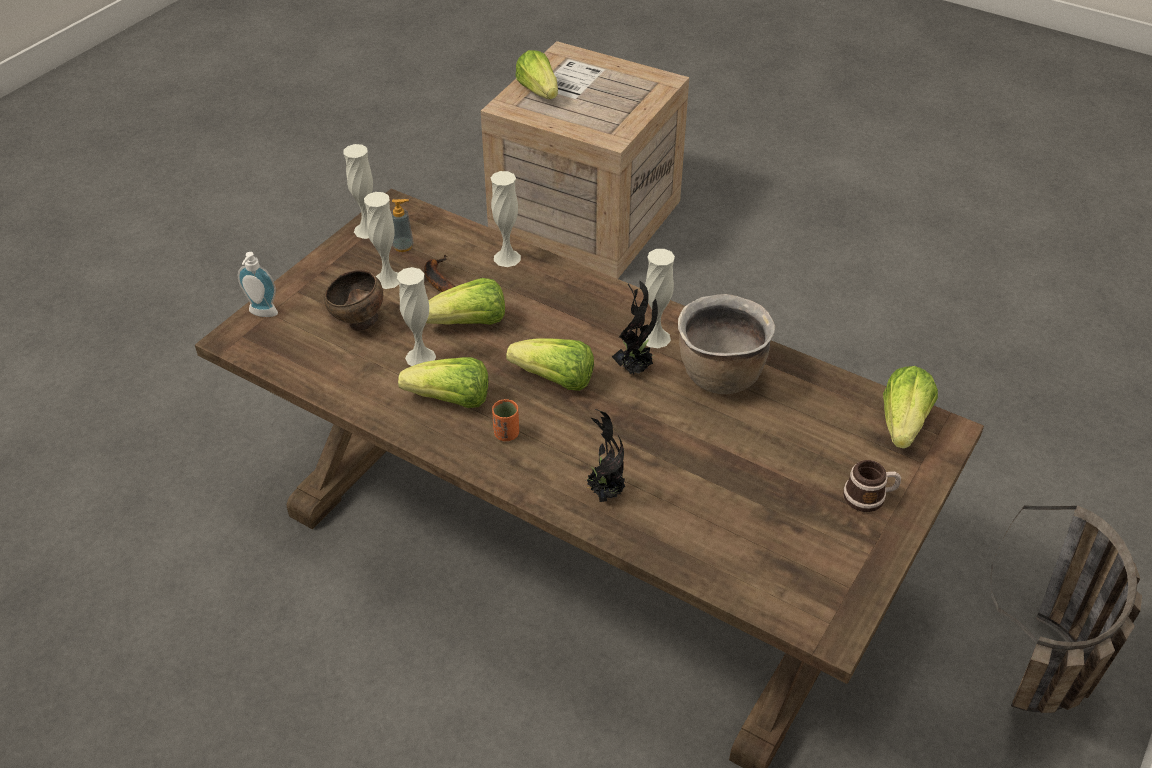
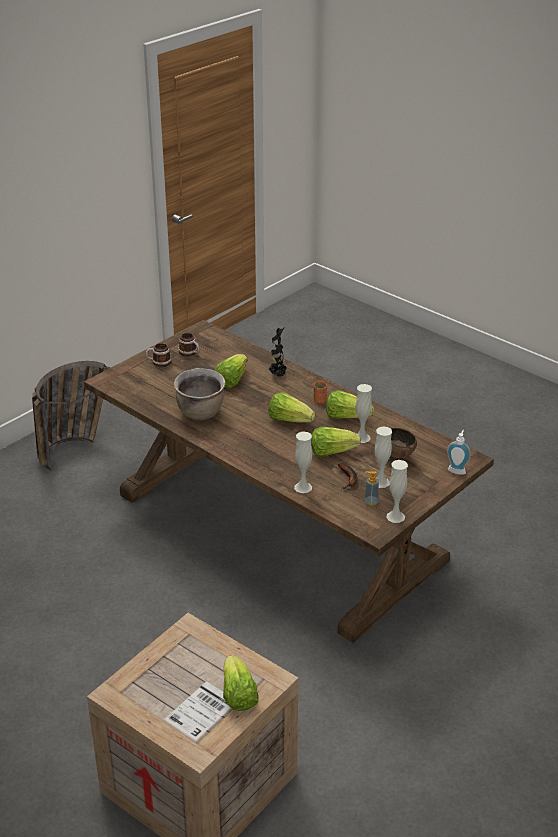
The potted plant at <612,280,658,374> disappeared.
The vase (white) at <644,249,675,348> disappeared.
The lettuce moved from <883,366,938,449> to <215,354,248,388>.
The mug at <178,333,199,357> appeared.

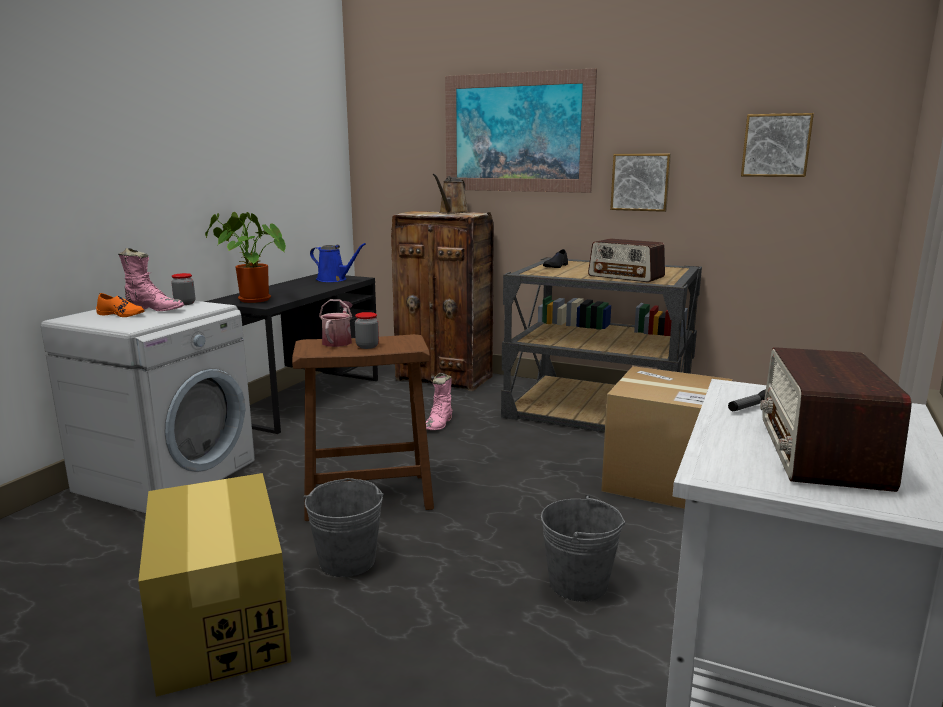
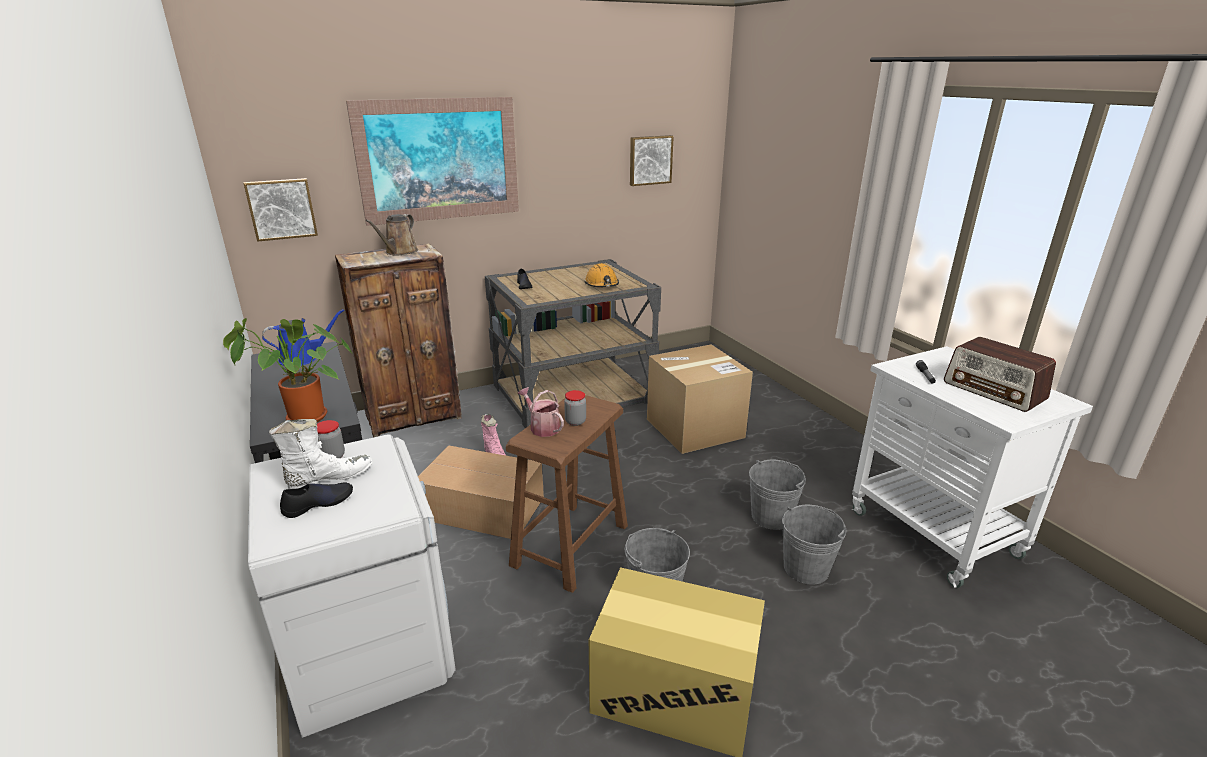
The shoe (orange) at <96,293,144,317> became the shoe (black) at <280,482,353,518>.
The boot (pink) at <118,248,184,311> became the boot (white) at <269,419,373,489>.
The watering can (brown) at <433,174,469,214> turned 45 degrees clockwise.
The radio at <588,239,665,282> was replaced by the hard hat (orange) at <584,263,619,287>.
The picture moved from <610,154,671,212> to <243,178,318,242>.
The cardboard box at <418,445,544,539> appeared.
The bucket (grey) at <782,505,847,585> appeared.

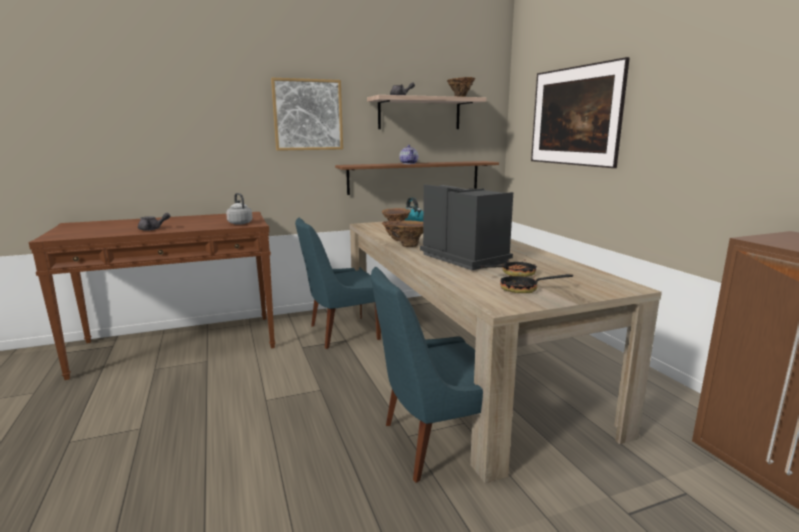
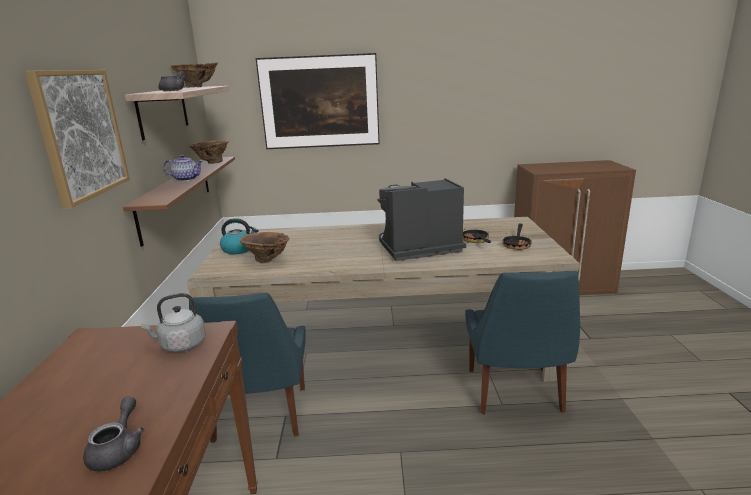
The vase (brown) moved from <382,220,423,247> to <189,140,229,164>.

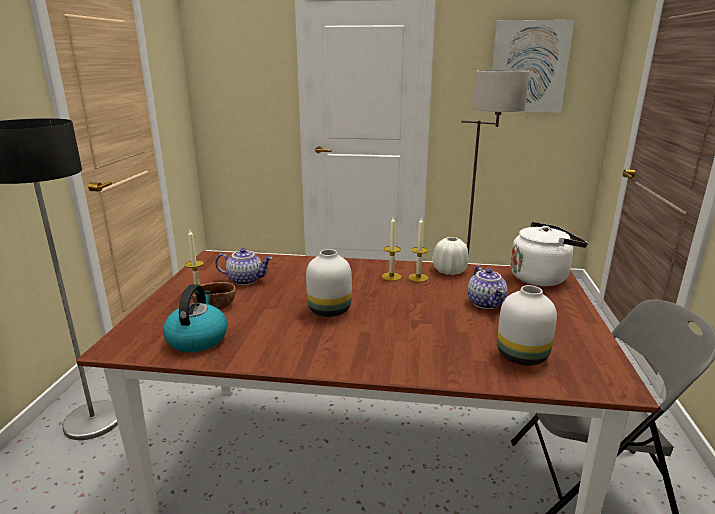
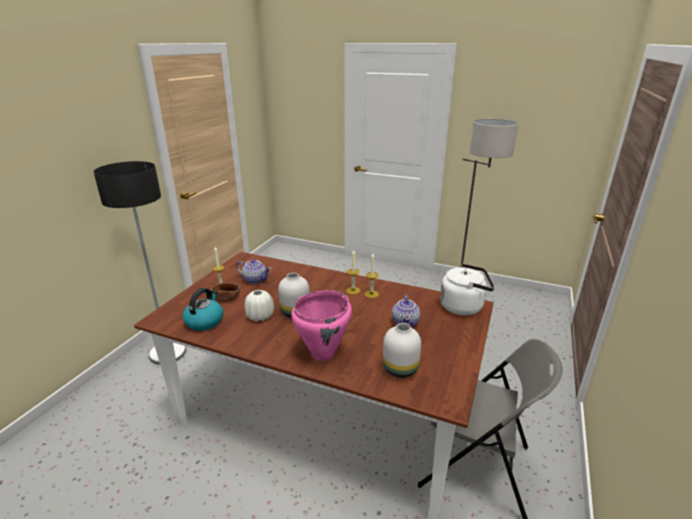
The vase (white) moved from <432,237,469,275> to <245,290,274,321>.
The picture at <489,20,574,113> disappeared.
The cooking pot (pink) at <291,290,352,361> appeared.

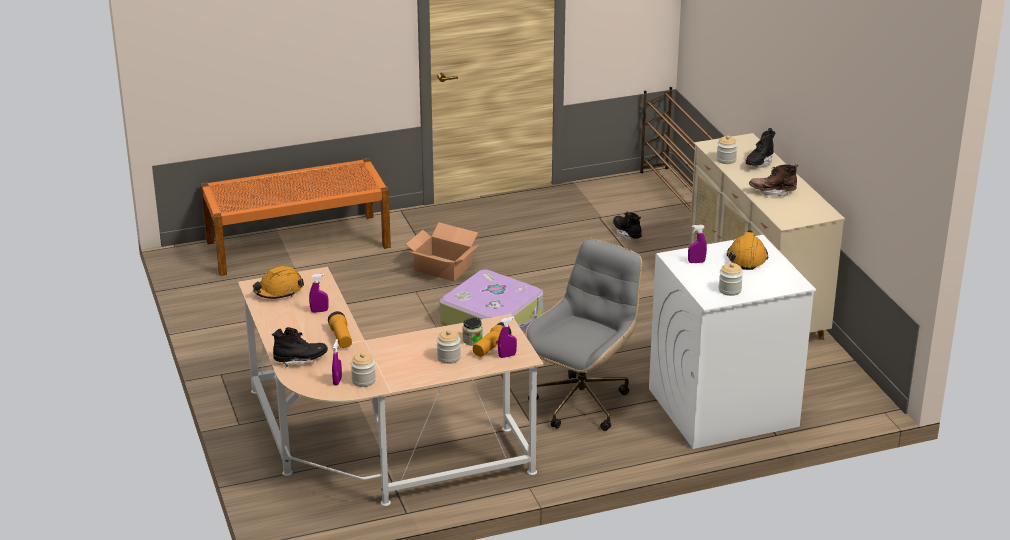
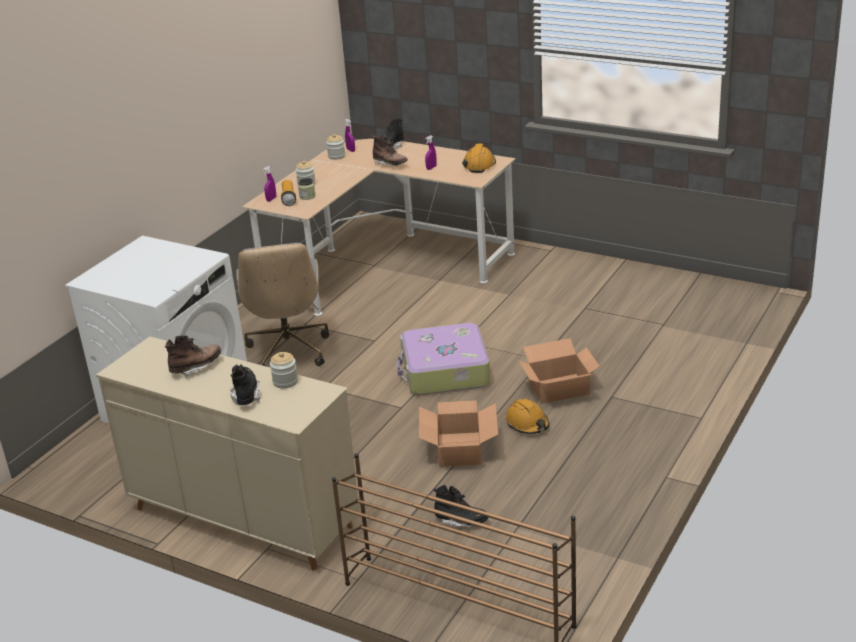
The bench (orange) at <201,158,391,276> disappeared.
The flashlight at <328,311,352,348> was replaced by the boot (brown) at <372,135,408,166>.
The spray bottle (purple) at <688,225,707,263> disappeared.
The jar at <719,263,743,296> disappeared.
The hard hat (orange) moved from <727,230,768,270> to <506,399,549,434>.
The cardboard box at <419,400,498,467> appeared.

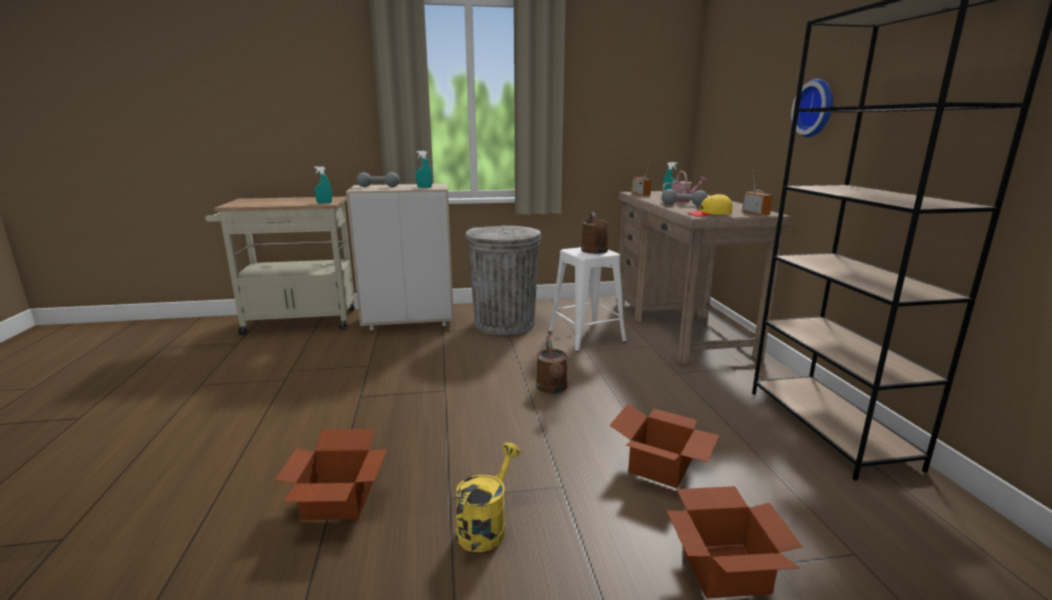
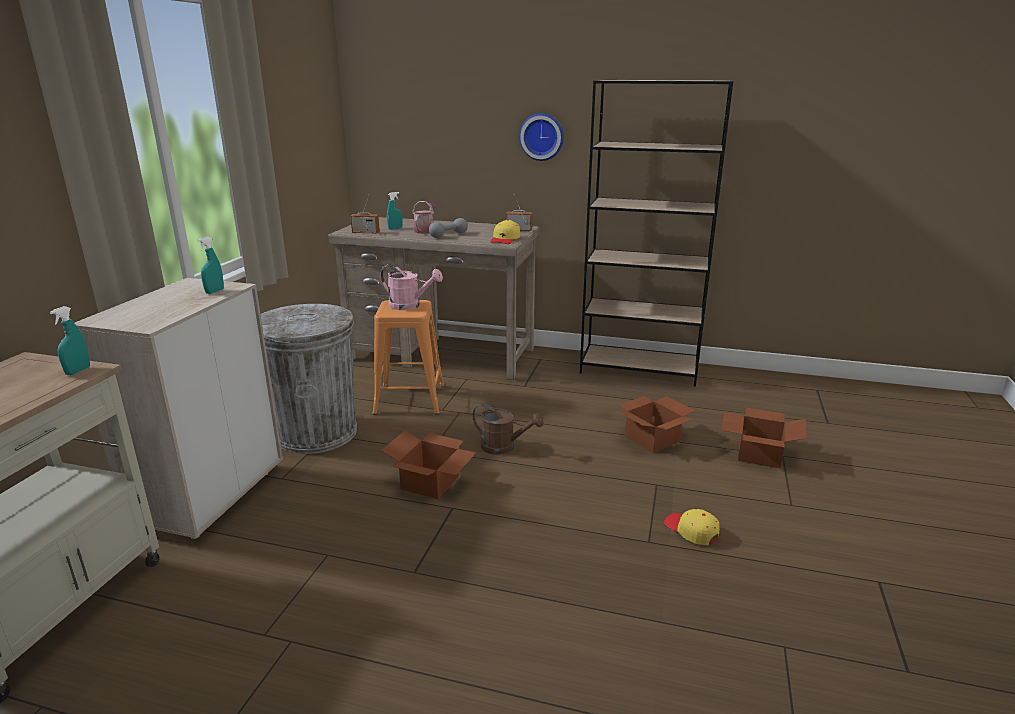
The cardboard box moved from <275,429,387,520> to <381,430,476,499>.
The dumbbell (grey) at <357,172,400,187> disappeared.
The watering can (yellow) at <456,443,521,552> was replaced by the cap (yellow) at <664,509,719,545>.
The stool (white) at <548,247,627,352> became the stool (orange) at <373,300,445,415>.
The watering can (brown) at <581,212,608,254> became the watering can (pink) at <381,264,443,310>.

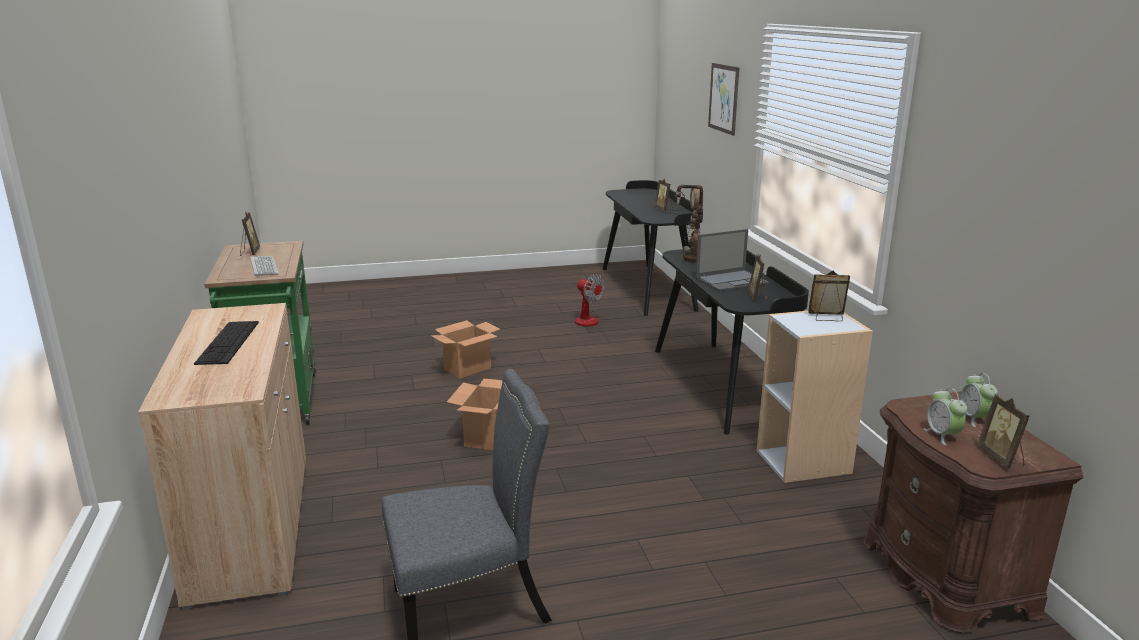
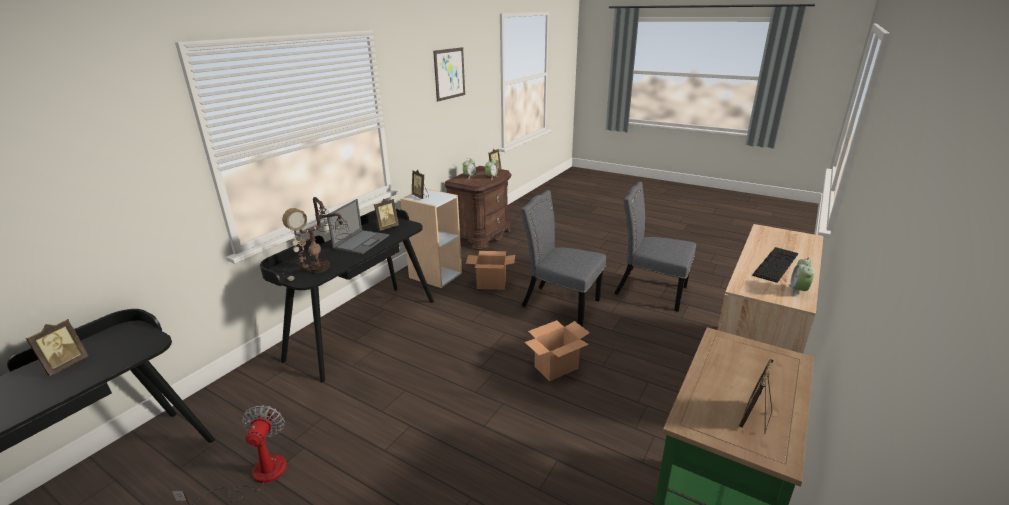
The keyboard at <250,256,279,276> disappeared.
The cardboard box moved from <431,320,500,379> to <466,251,515,290>.
The laptop at <695,229,769,291> turned 90 degrees clockwise.
The picture moved from <708,63,739,136> to <433,47,465,102>.
The chair (grey) at <521,190,606,326> appeared.
The alarm clock at <789,258,815,296> appeared.

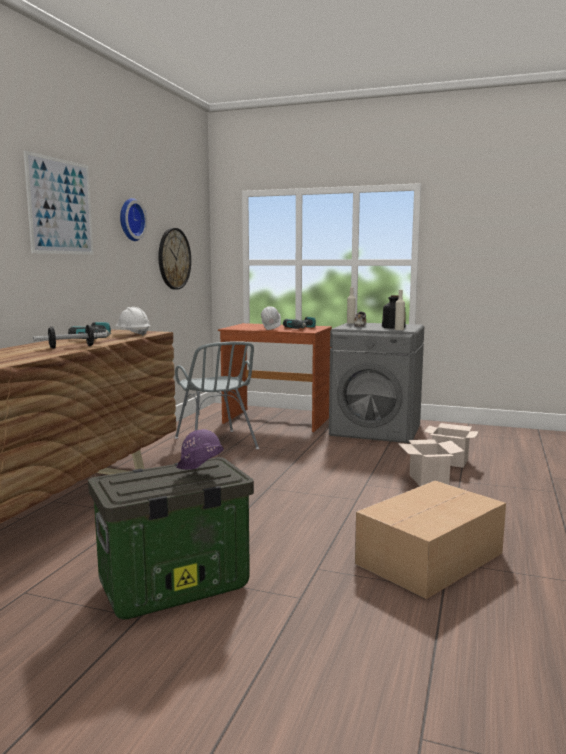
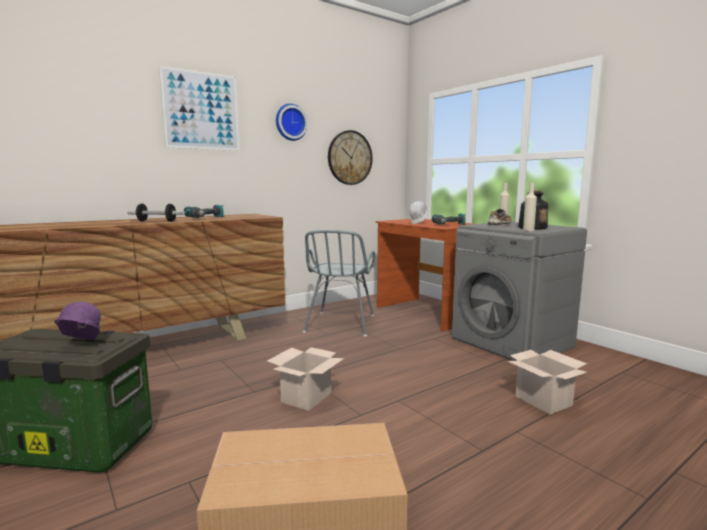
The hard hat (white) at <115,307,150,336> disappeared.
The cardboard box moved from <398,439,464,486> to <267,347,344,411>.

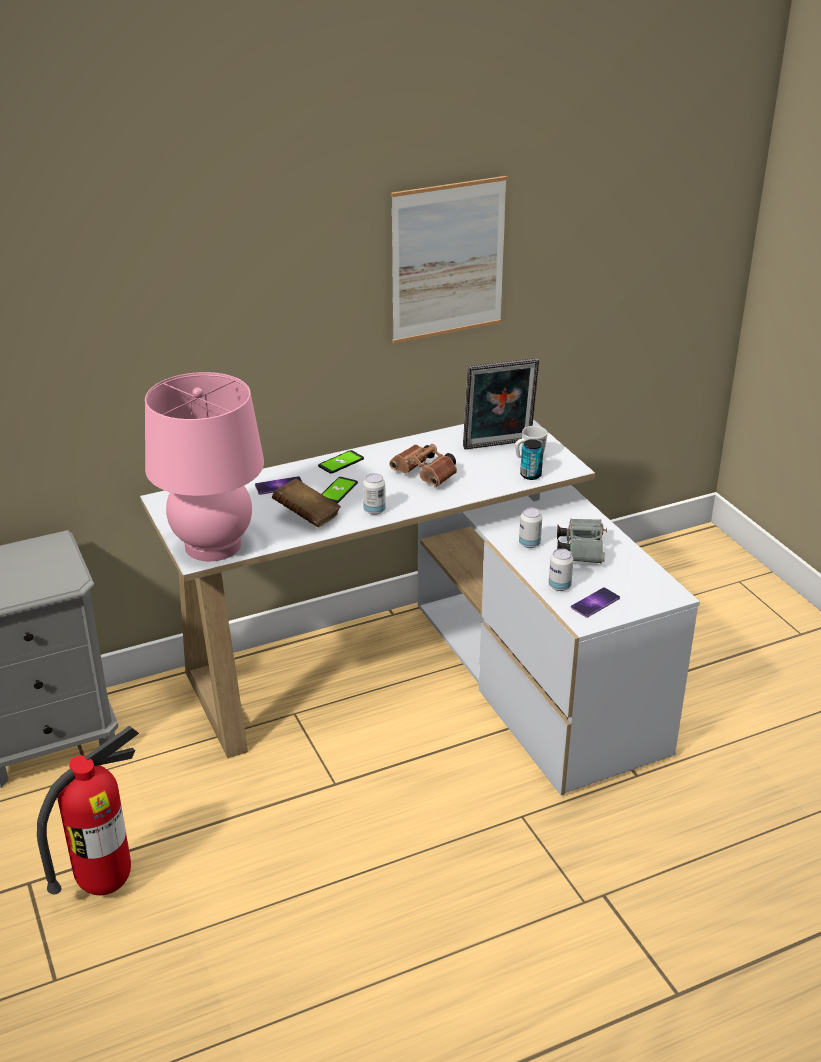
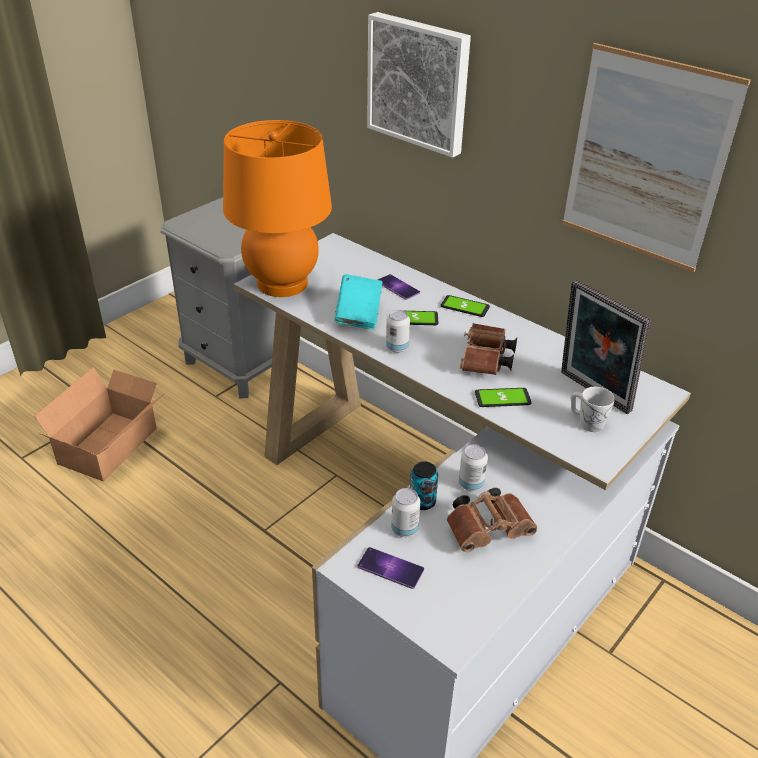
The fire extinguisher at <37,726,139,895> was replaced by the cardboard box at <35,367,164,481>.
The table lamp (pink) at <145,372,264,561> became the table lamp (orange) at <223,120,332,297>.
The book (brown) at <272,479,341,527> became the book (turquoise) at <334,274,383,329>.
The can moved from <520,439,543,480> to <410,461,438,510>.
The binoculars (grey) at <557,519,607,563> became the binoculars (brown) at <447,488,537,552>.
The picture at <367,12,471,158> appeared.
The phone at <475,388,532,407> appeared.

